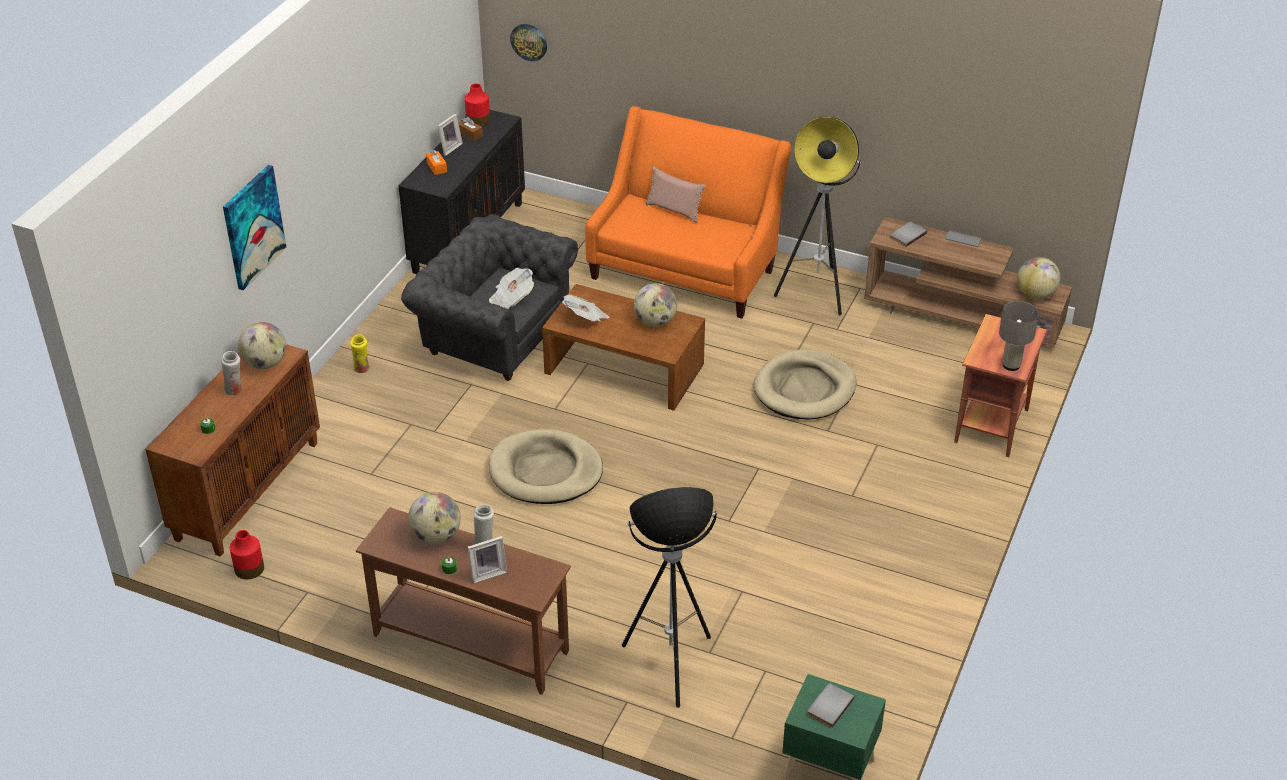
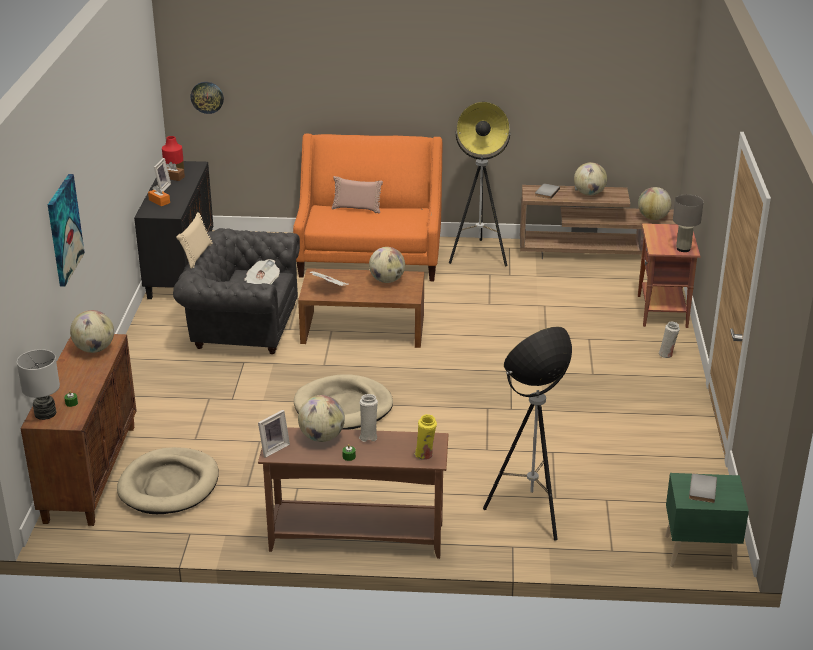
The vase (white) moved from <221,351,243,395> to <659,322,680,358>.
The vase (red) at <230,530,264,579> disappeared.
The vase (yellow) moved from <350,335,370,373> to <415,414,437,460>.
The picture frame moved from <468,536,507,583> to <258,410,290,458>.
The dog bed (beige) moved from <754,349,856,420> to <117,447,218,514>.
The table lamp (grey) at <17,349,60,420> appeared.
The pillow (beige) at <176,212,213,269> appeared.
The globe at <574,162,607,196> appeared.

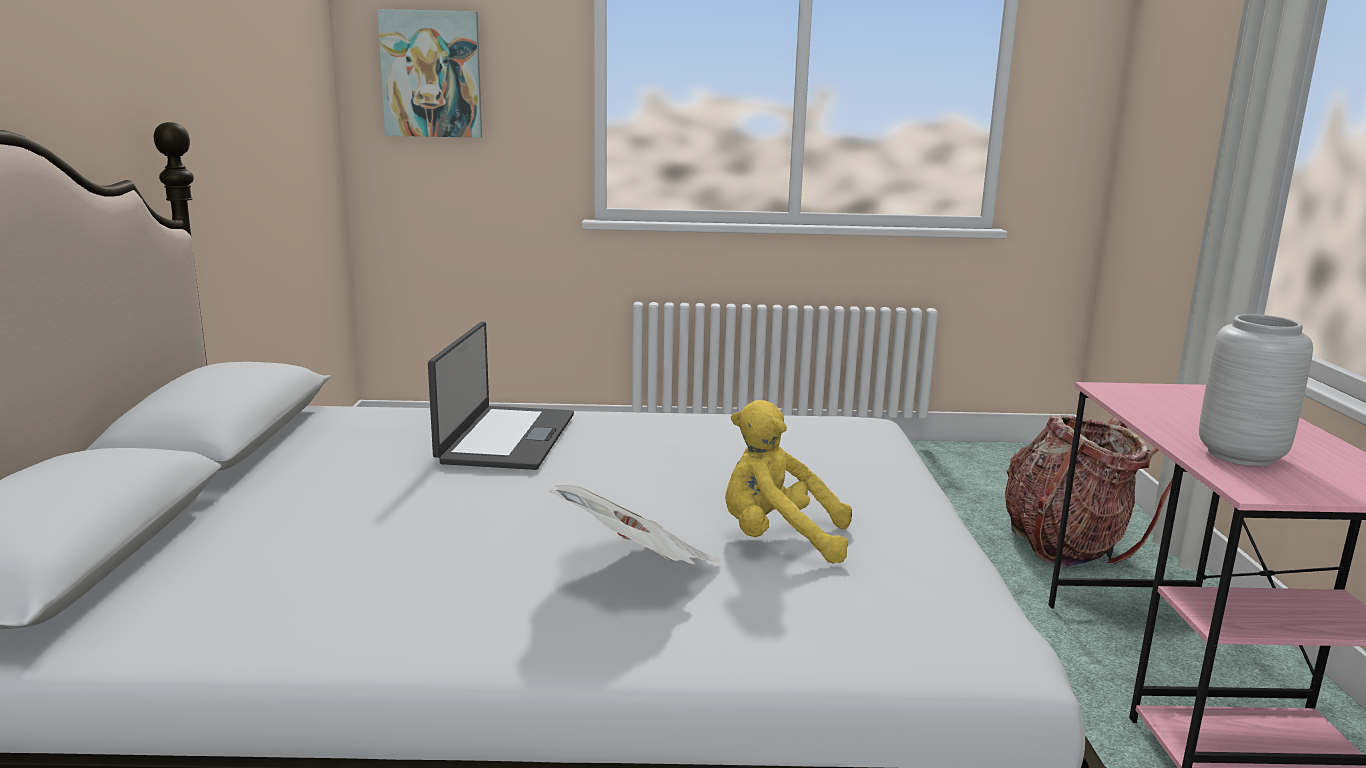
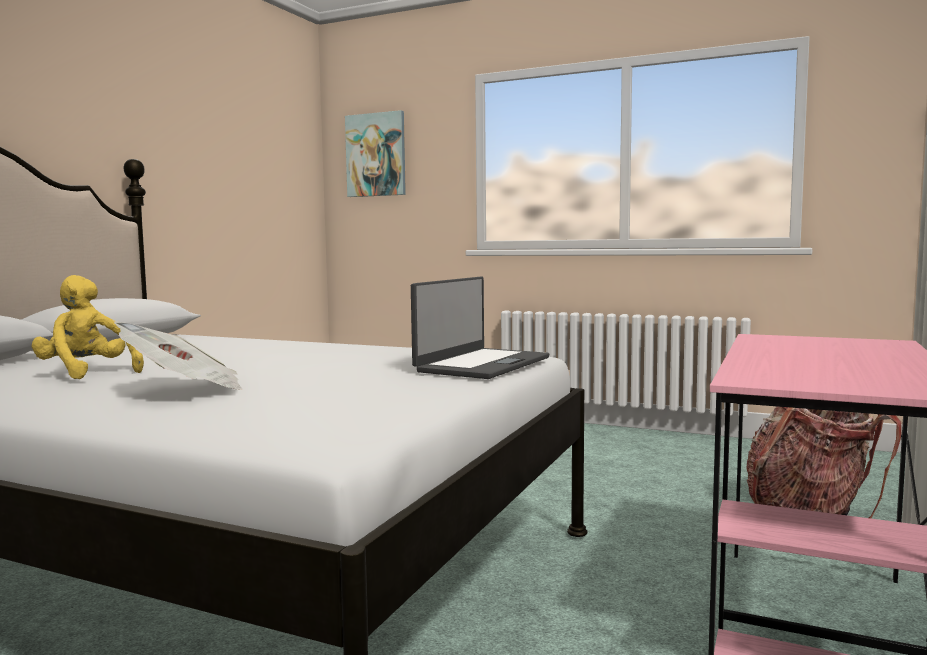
The laptop moved from <428,321,574,470> to <411,276,549,379>.
The plush toy (yellow) moved from <725,400,852,563> to <31,275,144,379>.
The vase (grey) at <1199,314,1313,466> disappeared.

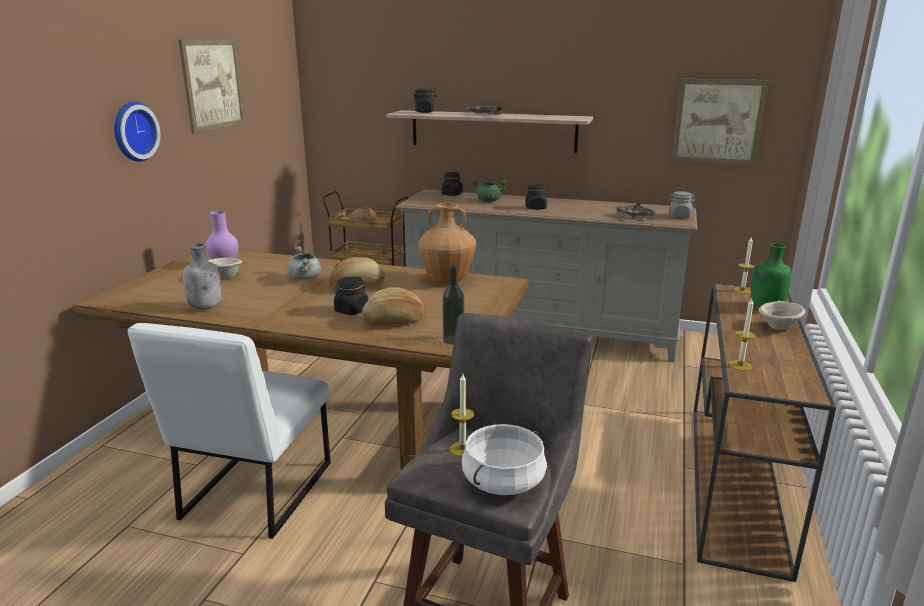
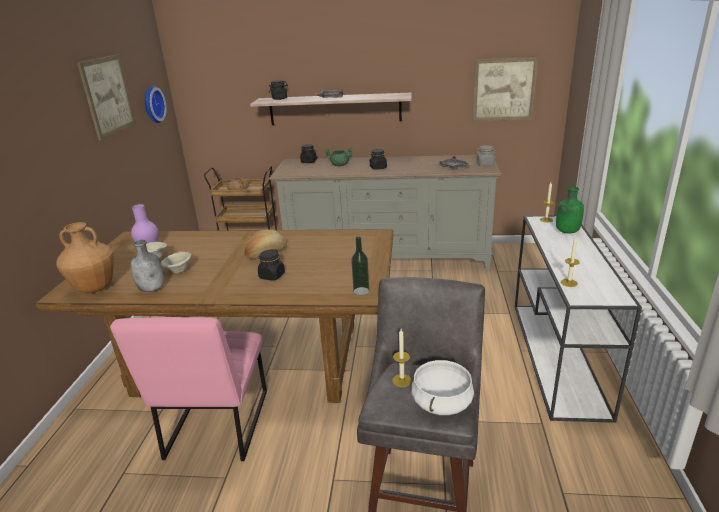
The wall clock moved from <114,102,160,162> to <145,86,167,123>.
The chair (white) at <127,323,331,539> became the chair (pink) at <110,317,267,461>.
The cooking pot (grey) at <287,246,321,280> disappeared.
The bread at <362,287,426,326> disappeared.
The vase (brown) moved from <418,203,476,284> to <56,222,114,293>.
The console table (brown) at <694,283,836,582> became the console table (white) at <515,216,642,423>.
The bowl (beige) moved from <759,301,805,330> to <161,252,192,274>.

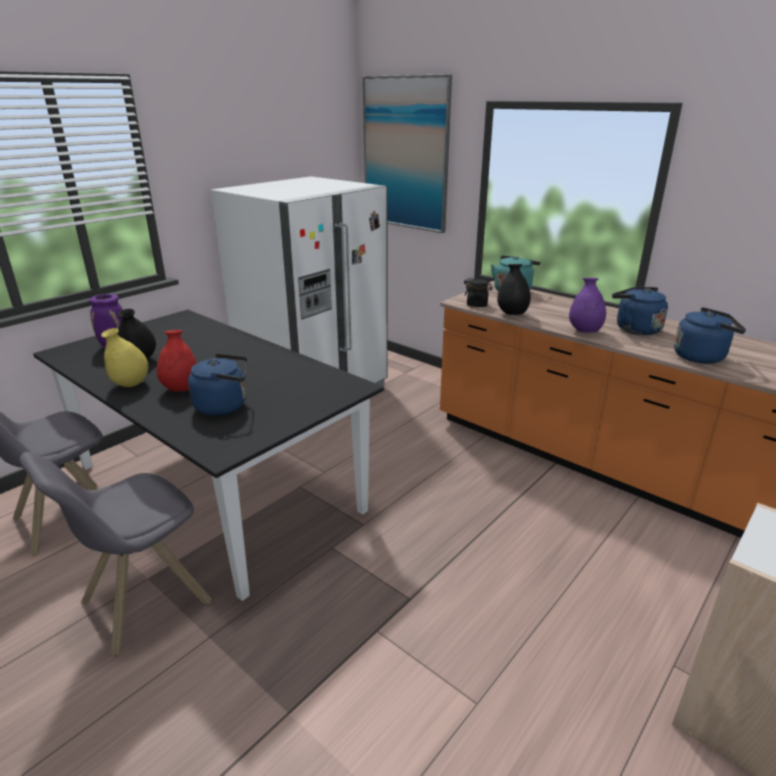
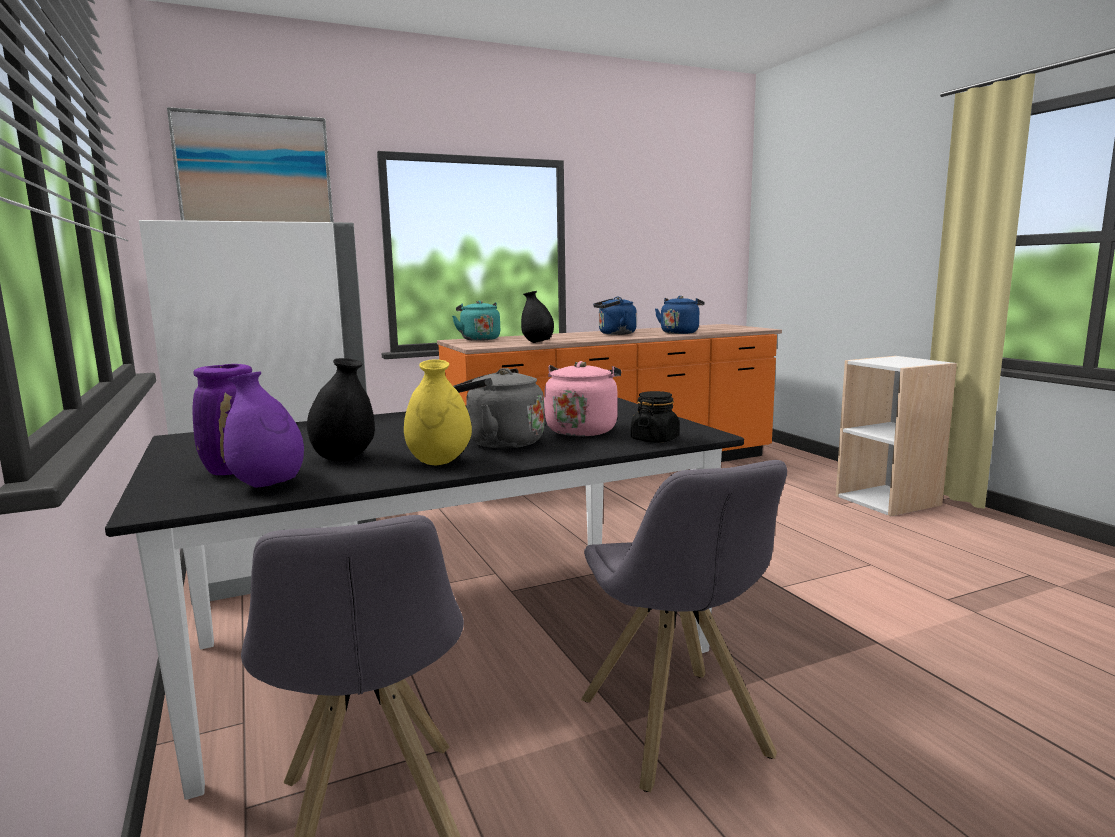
The vase (red) at <157,330,197,392> was replaced by the kettle (grey) at <453,368,545,449>.
The kettle (blue) at <188,353,247,416> became the kettle (pink) at <544,361,621,436>.
The jar (black) moved from <465,279,492,307> to <631,391,679,443>.
The vase (purple) moved from <569,278,606,333> to <223,371,304,488>.

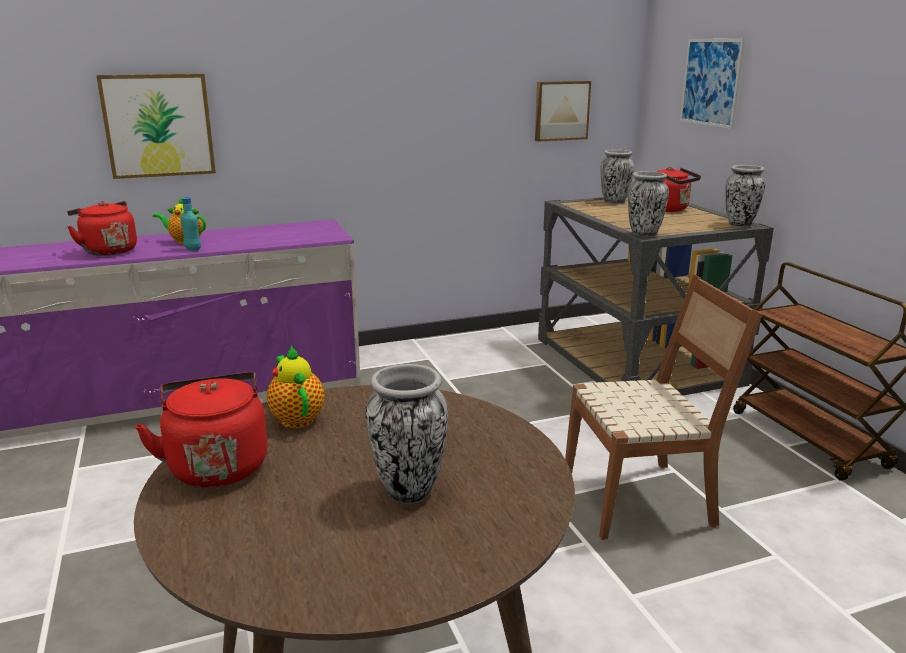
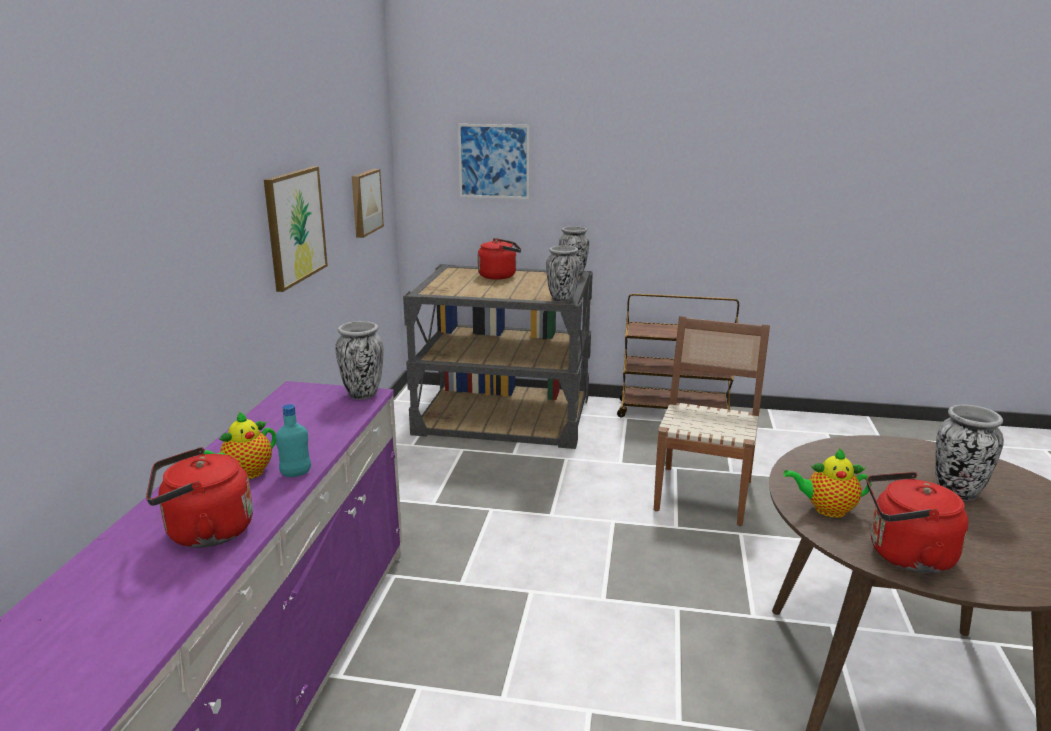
The picture moved from <96,74,216,179> to <264,166,328,292>.
The vase moved from <600,150,634,204> to <335,321,384,400>.

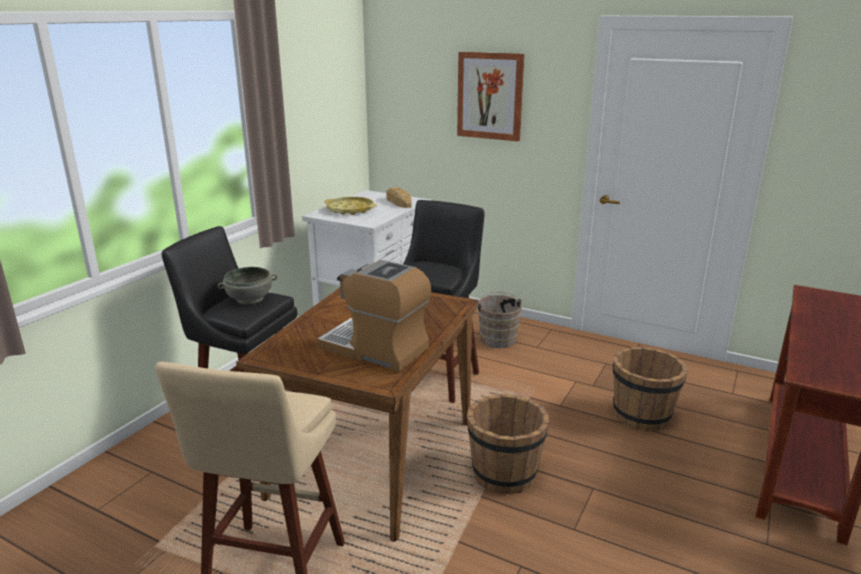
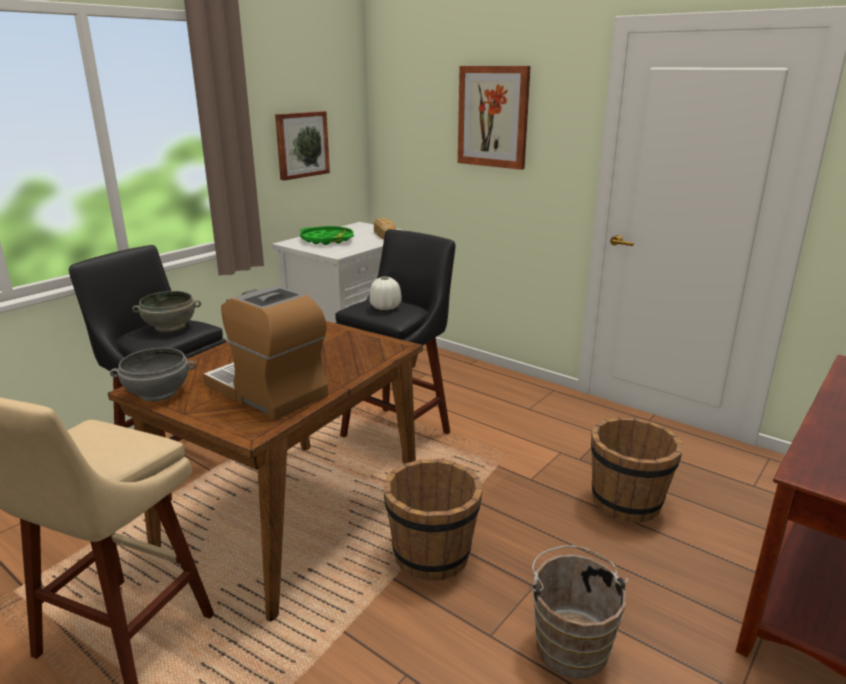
The tray (yellow) at <324,197,377,215> became the tray (green) at <300,226,354,245>.
The bucket (brown) moved from <476,292,522,348> to <529,545,628,679>.
The bowl (grey) at <110,348,196,401> appeared.
The picture at <275,111,330,180> appeared.
The vase (white) at <370,277,402,310> appeared.

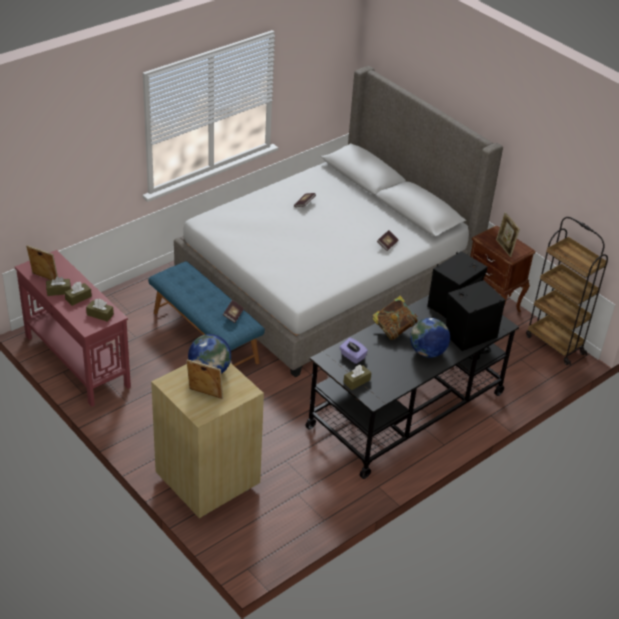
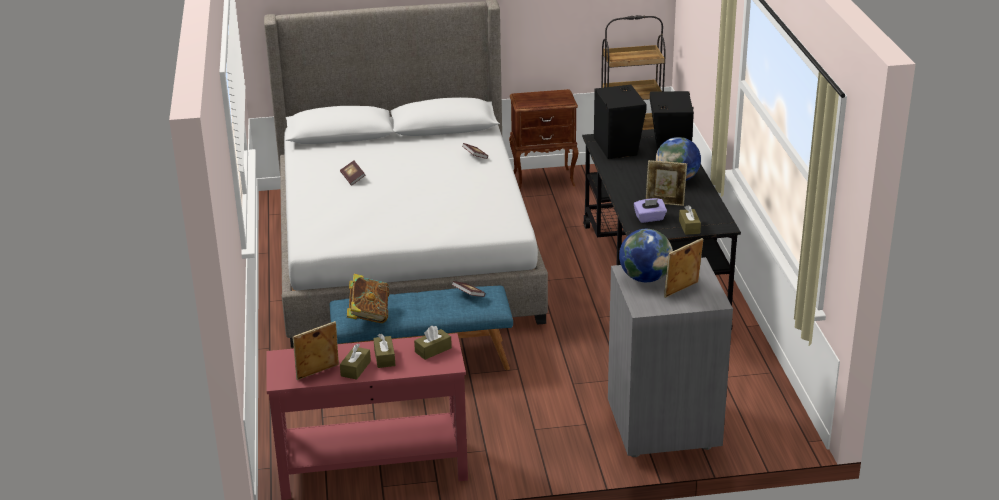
The dresser (brown) at <151,363,264,518> became the dresser (grey) at <608,257,733,457>.
The book moved from <372,296,418,340> to <347,274,389,323>.
The picture frame moved from <496,212,520,257> to <646,160,687,206>.

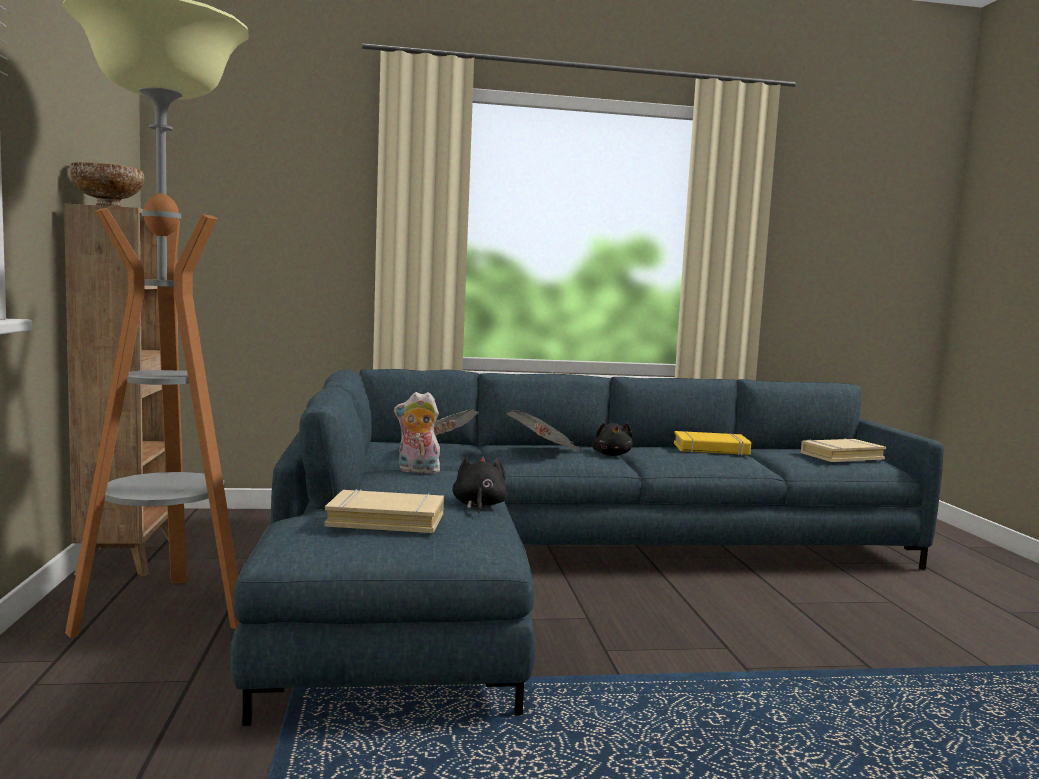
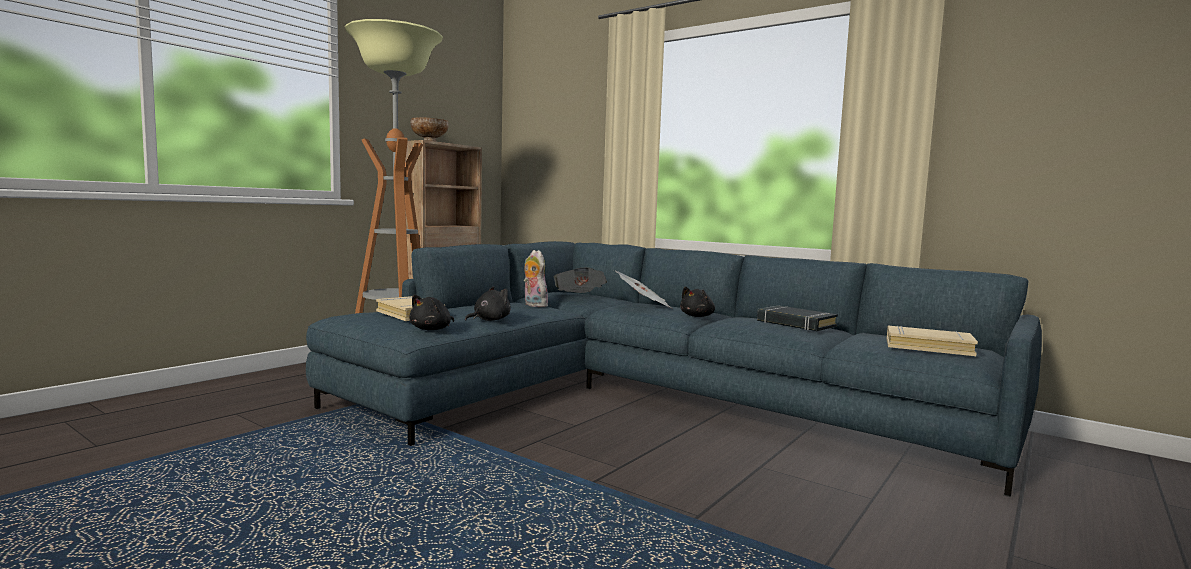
The book (yellow) at <674,431,751,455> became the book (black) at <757,306,838,331>.
The plush toy (black) at <409,294,454,330> appeared.

